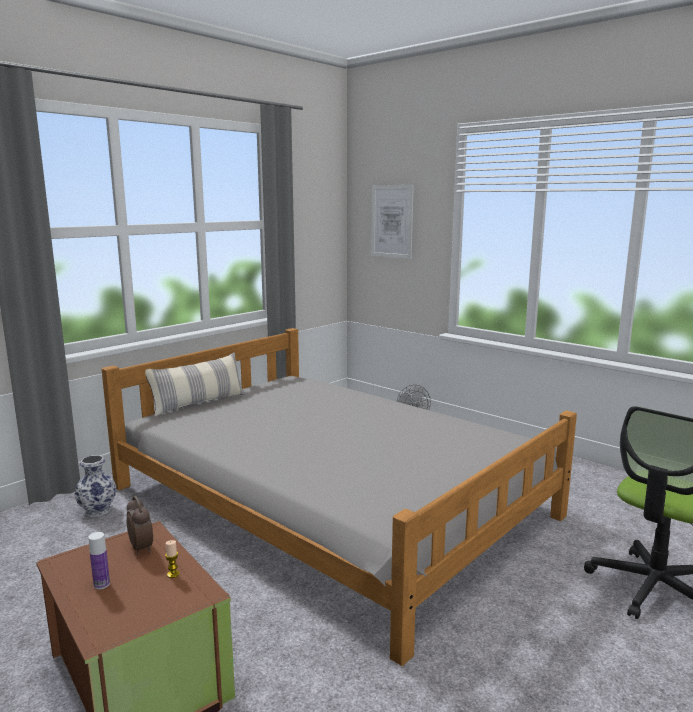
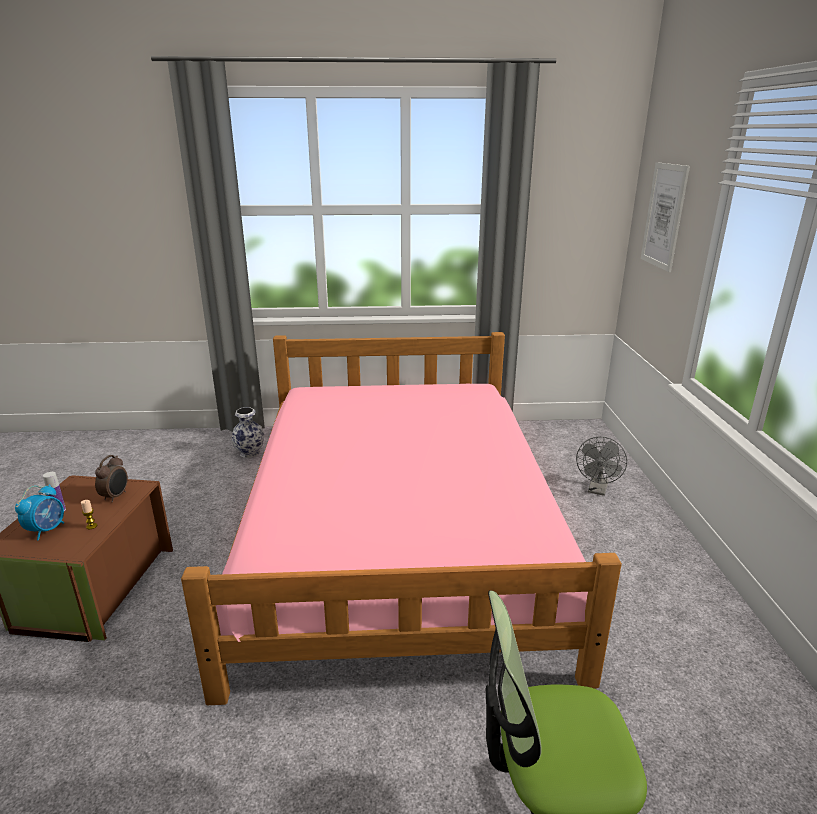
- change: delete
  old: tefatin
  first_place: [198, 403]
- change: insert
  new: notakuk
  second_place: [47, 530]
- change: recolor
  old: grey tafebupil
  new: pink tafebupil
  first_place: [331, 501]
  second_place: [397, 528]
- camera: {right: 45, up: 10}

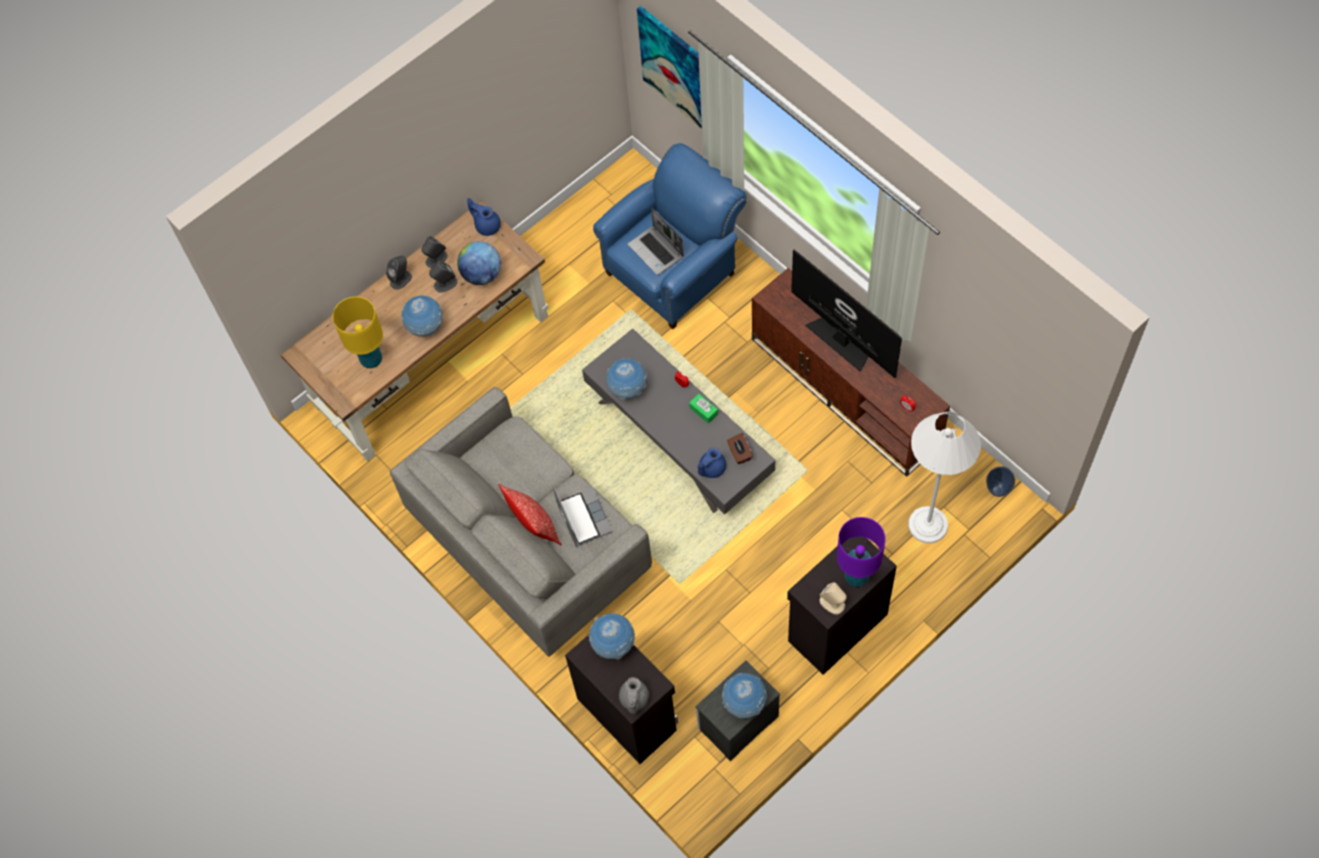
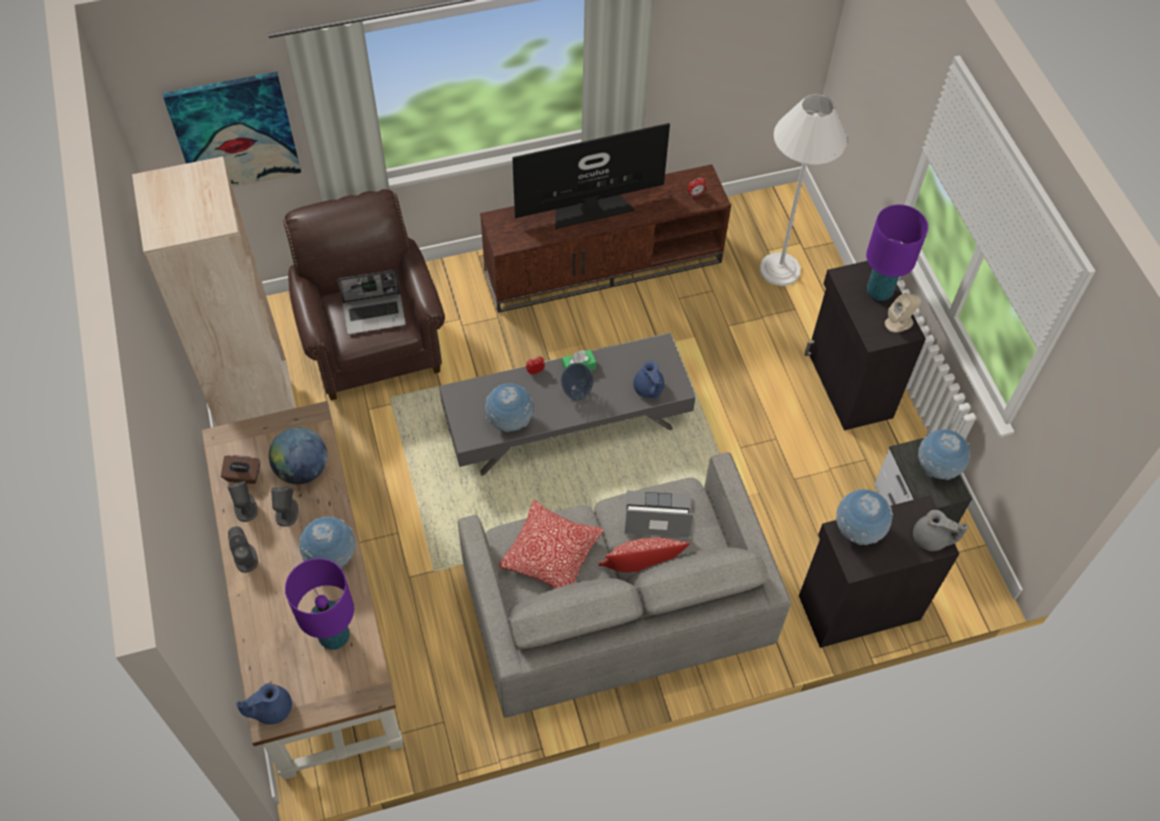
- change: insert
  new: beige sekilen
  second_place: [260, 414]
- change: insert
  new: tefatin
  second_place: [551, 554]
- change: move
  old: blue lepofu
  first_place: [487, 225]
  second_place: [271, 709]
- change: move
  old: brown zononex
  first_place: [739, 453]
  second_place: [243, 476]
- change: move
  old: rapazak
  first_place: [997, 490]
  second_place: [576, 394]
- change: recolor
  old: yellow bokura
  new: purple bokura
  first_place: [371, 359]
  second_place: [334, 636]
- change: recolor
  old: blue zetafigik
  new: brown zetafigik
  first_place: [675, 270]
  second_place: [372, 339]
- camera: {right: -70, up: -5}

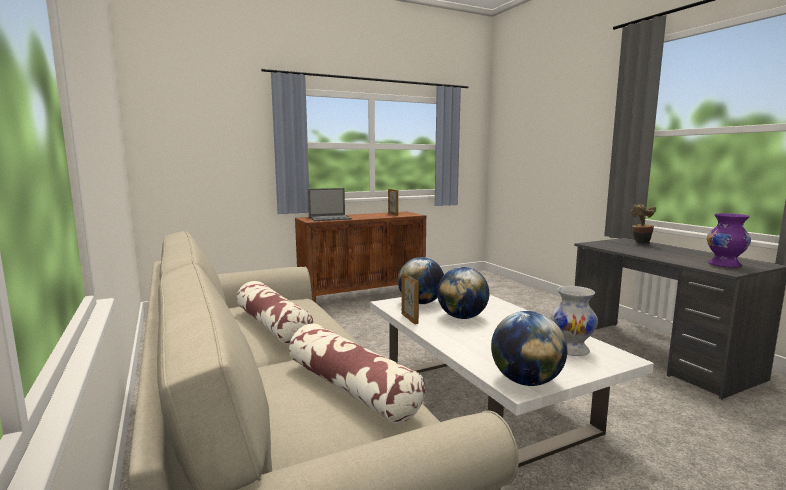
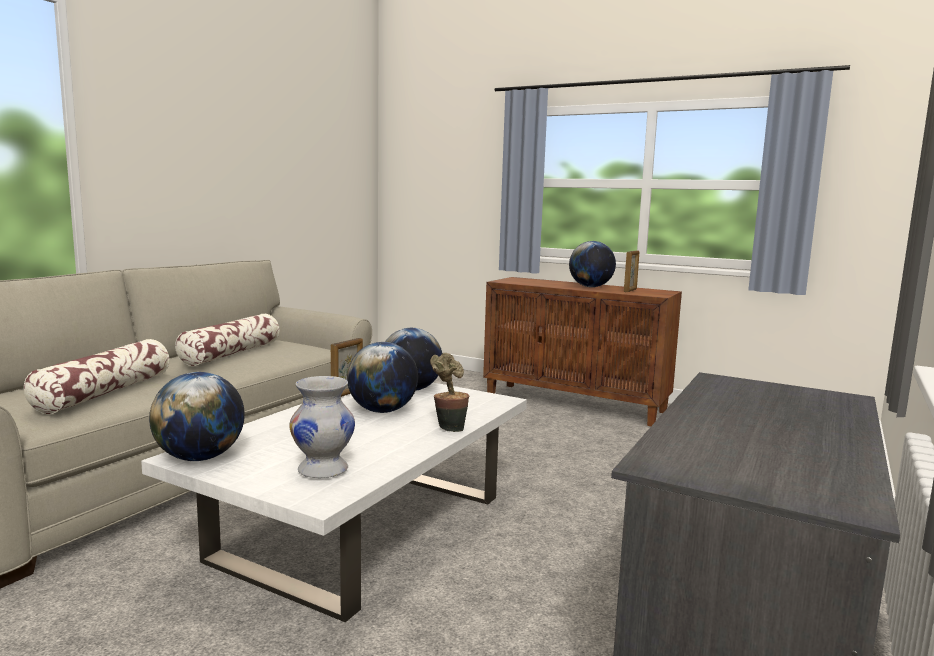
- change: delete
  old: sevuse
  first_place: [330, 218]
- change: delete
  old: purple rapazak
  first_place: [725, 265]
- change: insert
  new: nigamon
  second_place: [591, 287]
- change: move
  old: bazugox
  first_place: [640, 243]
  second_place: [449, 427]
- camera: {right: 55, up: 0}

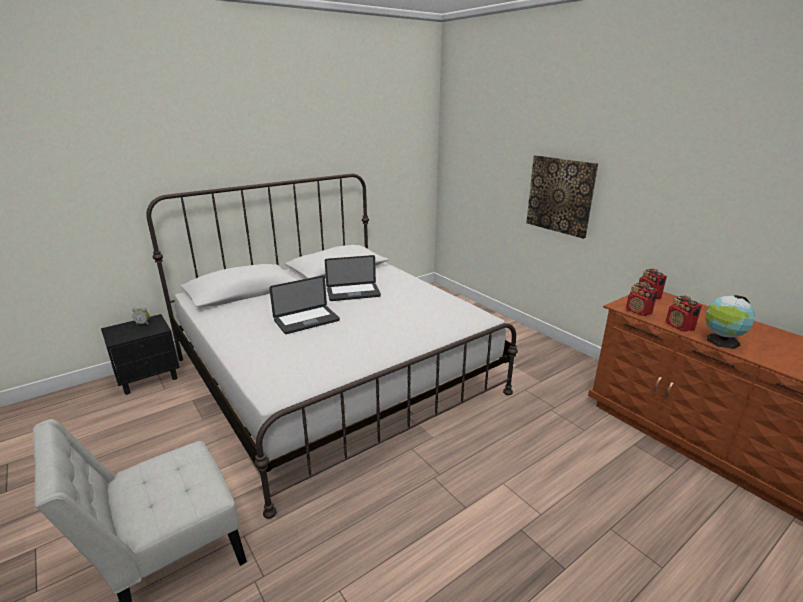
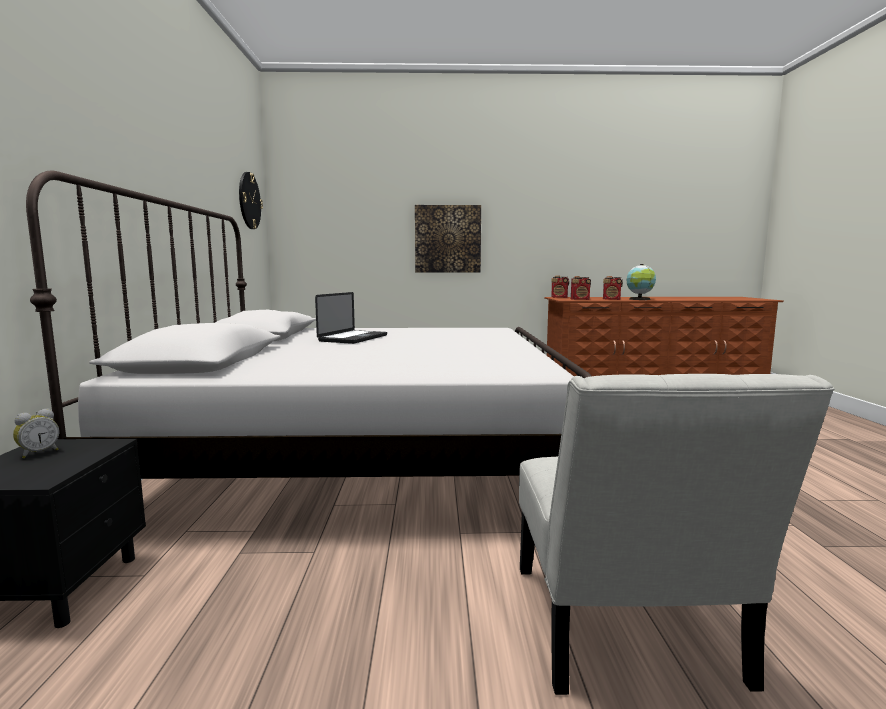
- change: delete
  old: sevuse
  first_place: [306, 321]
- change: insert
  new: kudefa
  second_place: [249, 201]
- camera: {right: -55, up: -15}

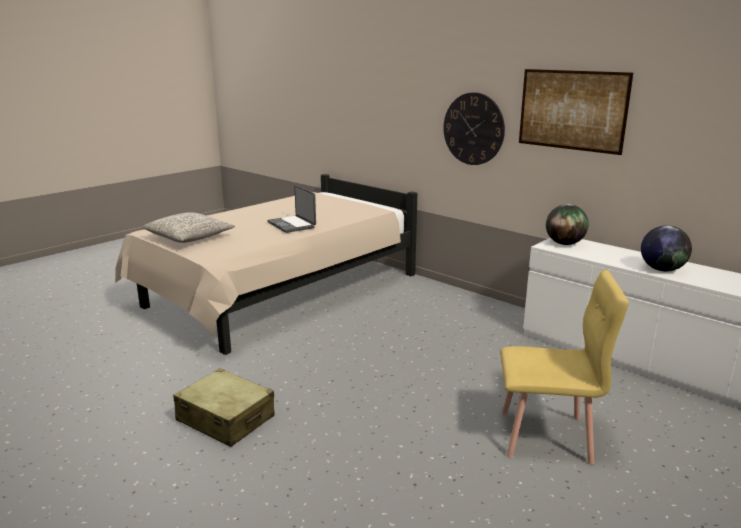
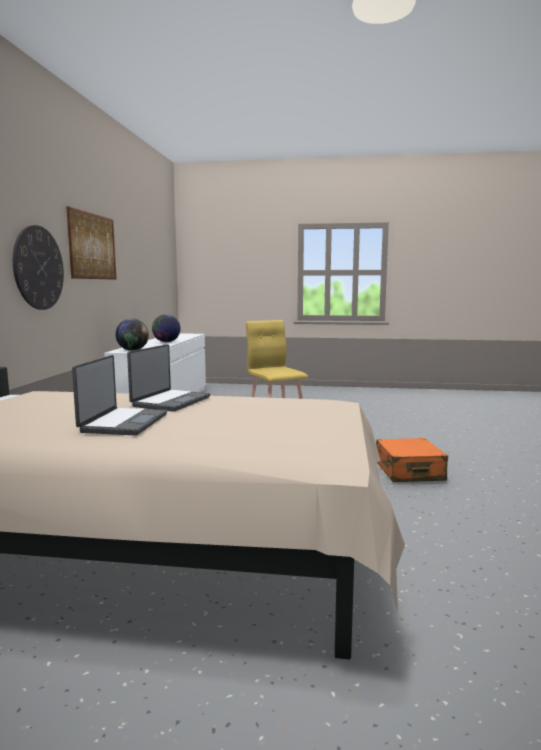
- change: delete
  old: grey tefatin
  first_place: [190, 237]
- change: insert
  new: sevuse
  second_place: [123, 423]
- change: recolor
  old: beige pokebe
  new: orange pokebe
  first_place: [226, 419]
  second_place: [409, 472]
- camera: {right: -125, up: -10}

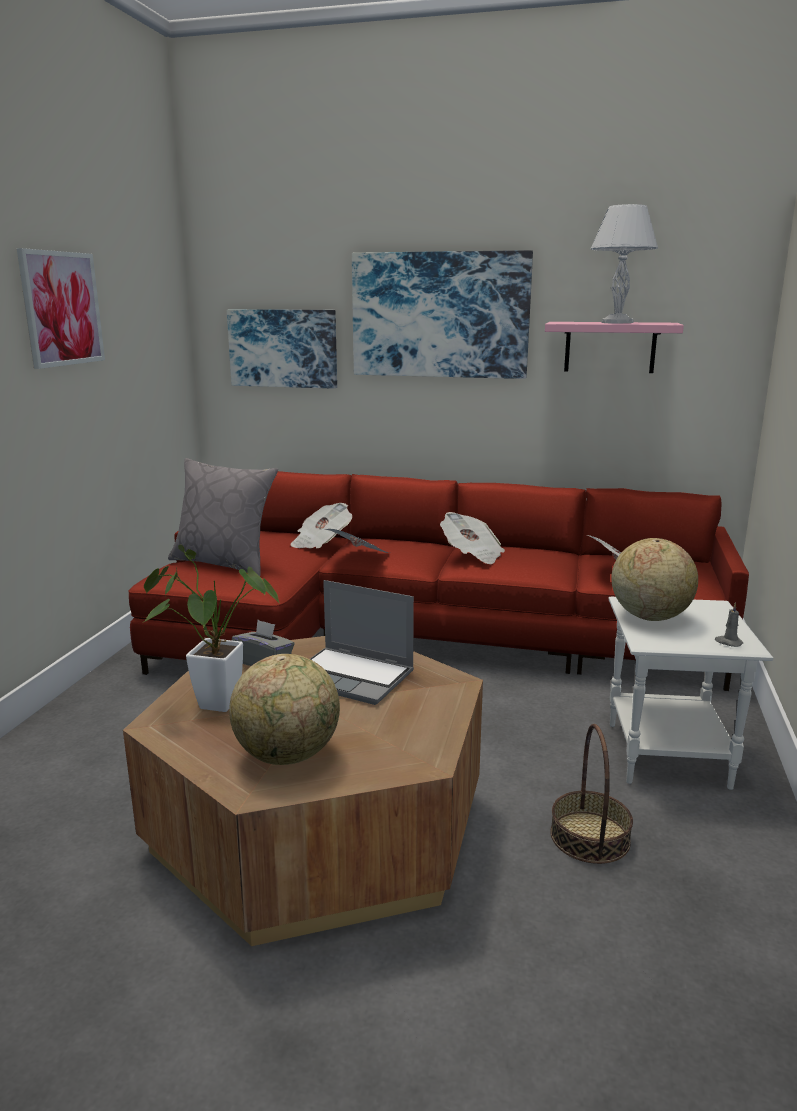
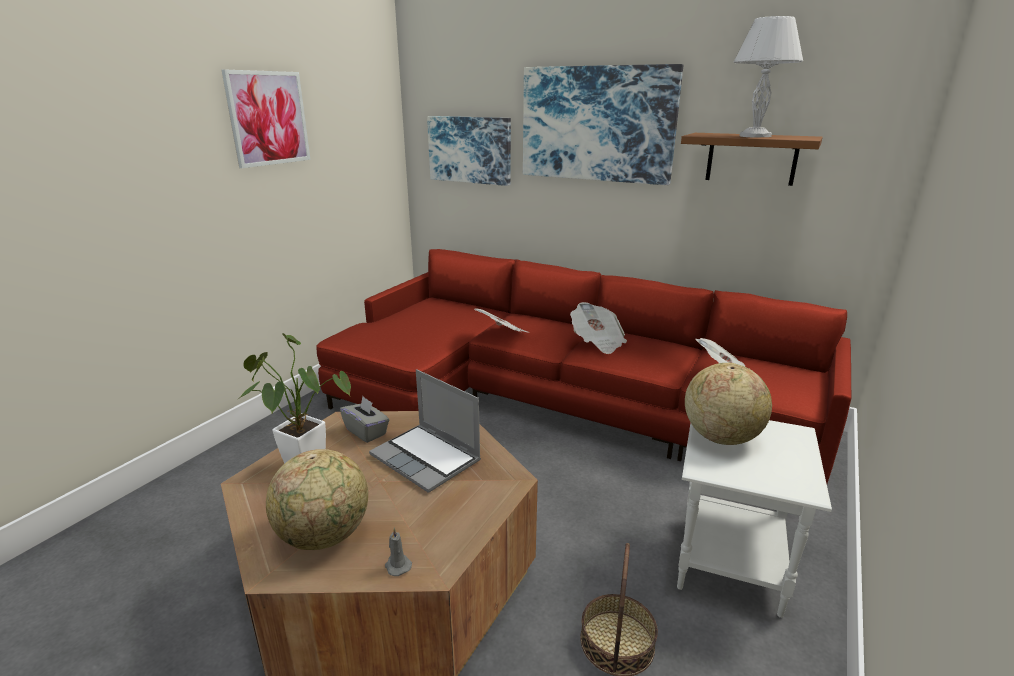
- change: delete
  old: grey tefatin
  first_place: [224, 562]
- change: delete
  old: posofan
  first_place: [321, 542]
- change: move
  old: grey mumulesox
  first_place: [728, 642]
  second_place: [397, 565]
- change: recolor
  old: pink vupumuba
  new: brown vupumuba
  first_place: [610, 347]
  second_place: [751, 158]
- camera: {right: 15, up: 5}

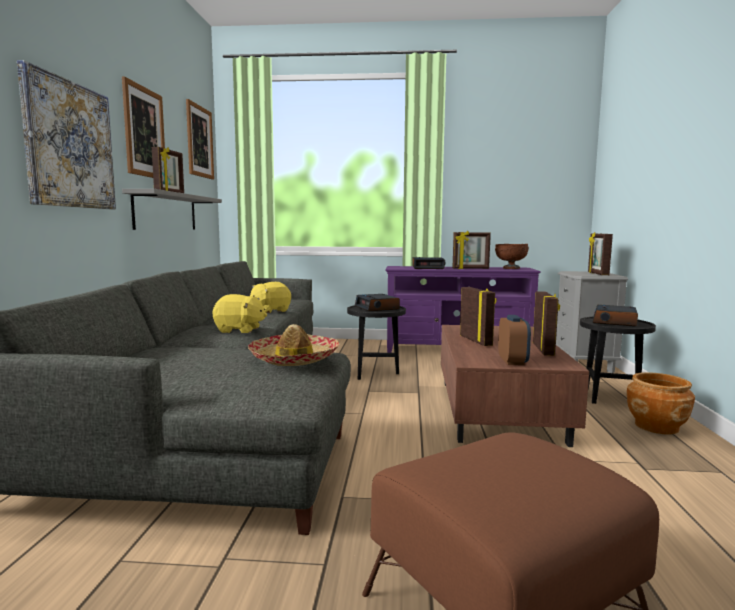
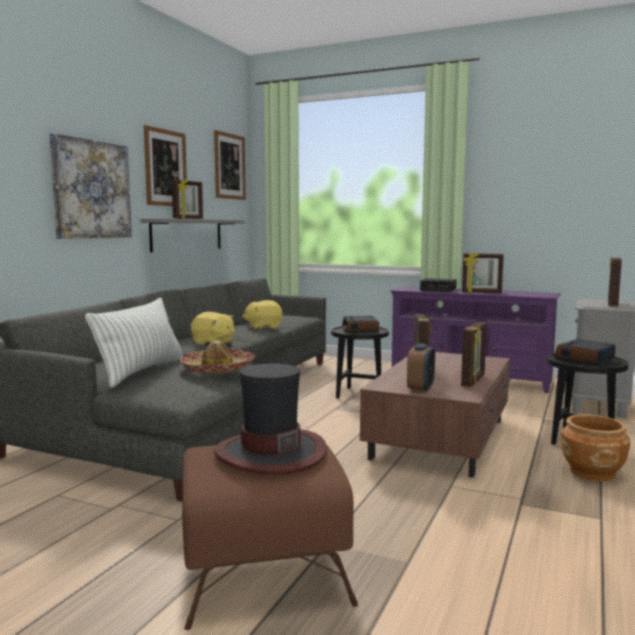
- change: delete
  old: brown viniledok
  first_place: [510, 268]
- change: insert
  new: tefatin
  second_place: [141, 371]
- change: insert
  new: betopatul
  second_place: [270, 452]
- camera: {right: 20, up: 0}

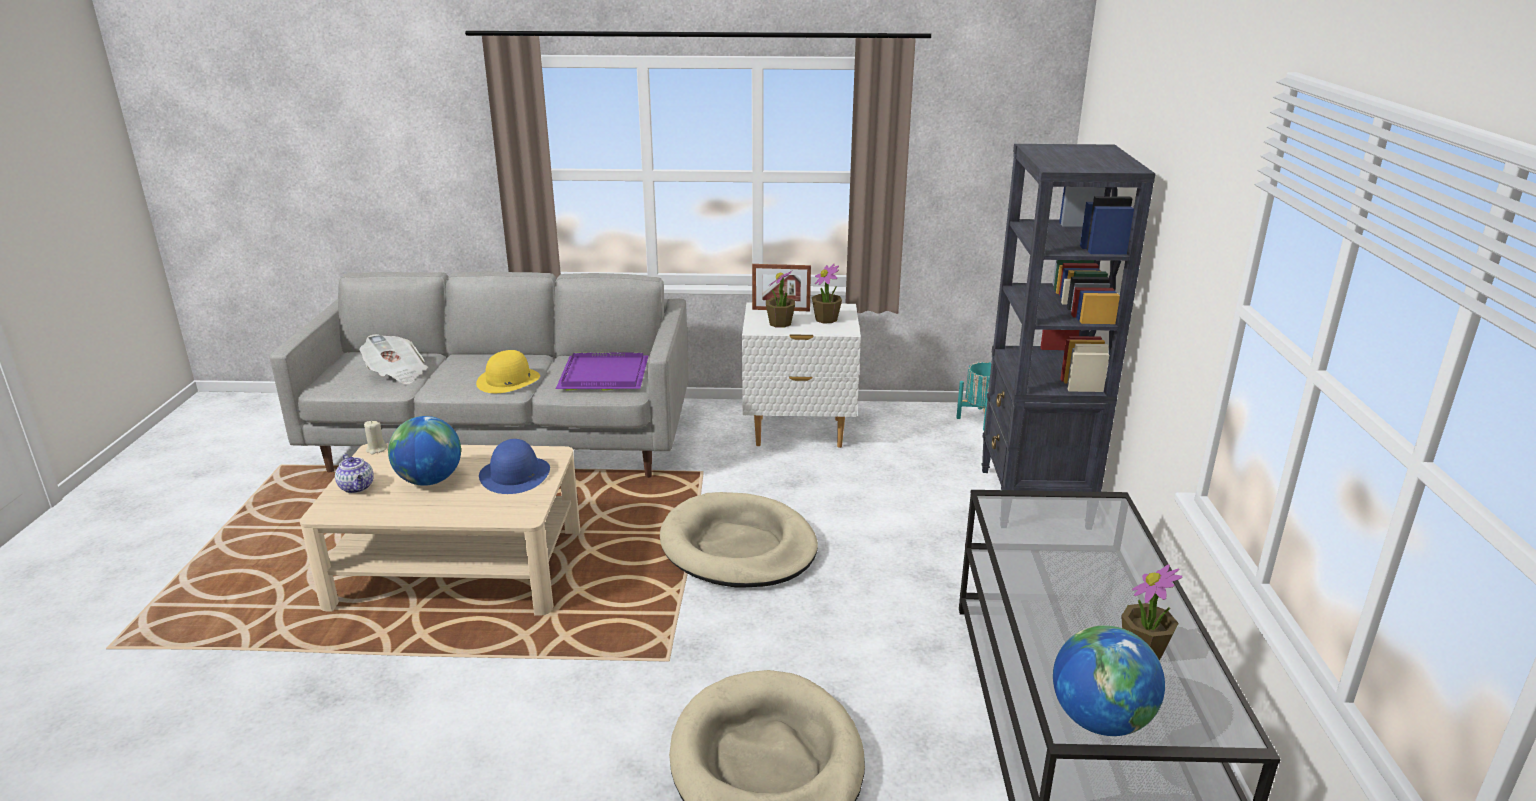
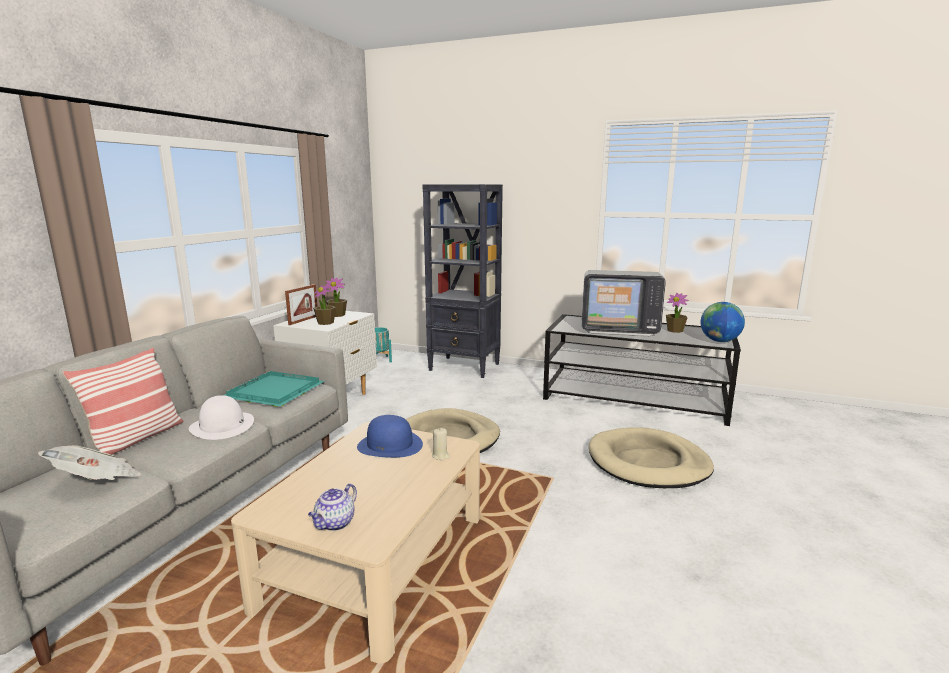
- change: delete
  old: nigamon
  first_place: [429, 481]
- change: insert
  new: tefatin
  second_place: [136, 438]
- change: insert
  new: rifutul
  second_place: [618, 329]
- change: move
  old: beige mumulesox
  first_place: [376, 449]
  second_place: [440, 456]
- change: recolor
  old: yellow betopatul
  new: white betopatul
  first_place: [508, 380]
  second_place: [222, 426]
- change: recolor
  old: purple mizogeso
  new: turquoise mizogeso
  first_place: [602, 375]
  second_place: [275, 392]
- change: rotate
  old: lepofu
  first_place: [357, 487]
  second_place: [335, 524]
  degrees: 135
- camera: {right: -70, up: -10}

